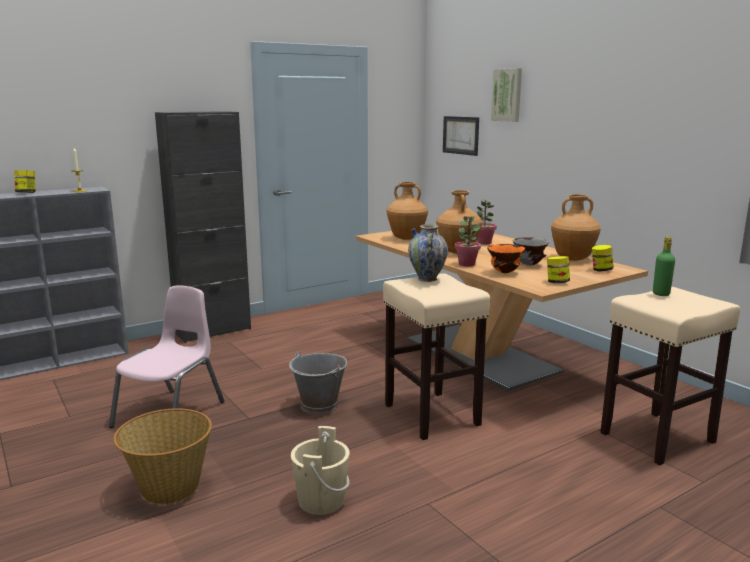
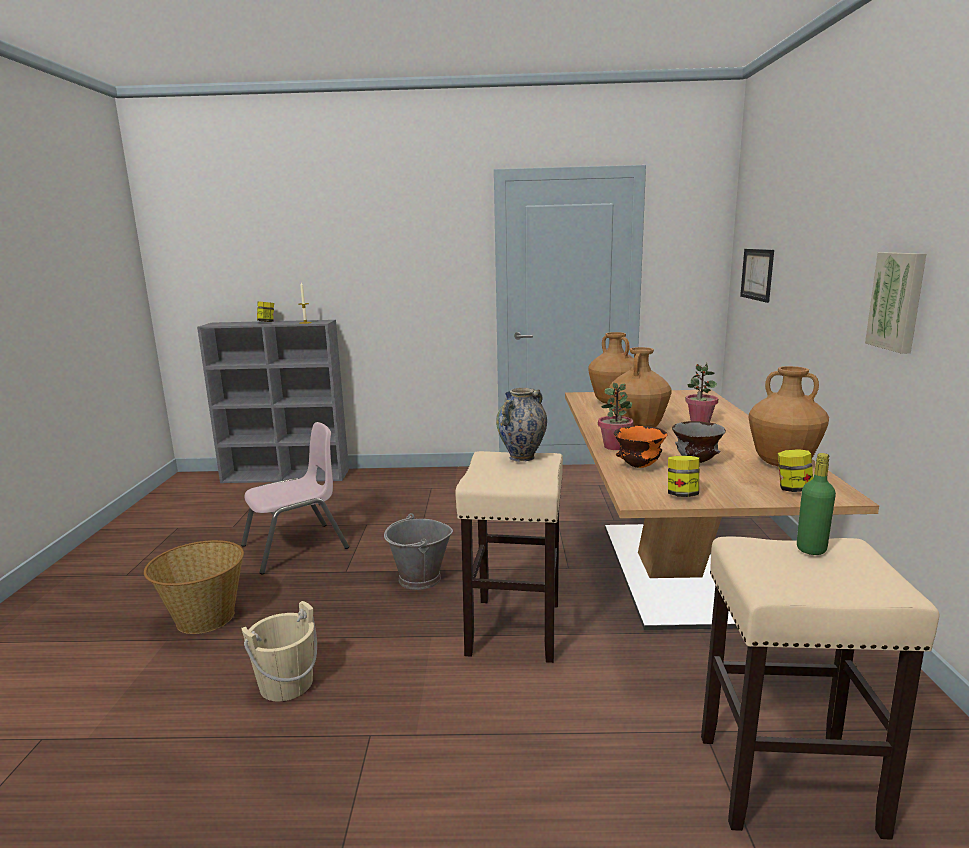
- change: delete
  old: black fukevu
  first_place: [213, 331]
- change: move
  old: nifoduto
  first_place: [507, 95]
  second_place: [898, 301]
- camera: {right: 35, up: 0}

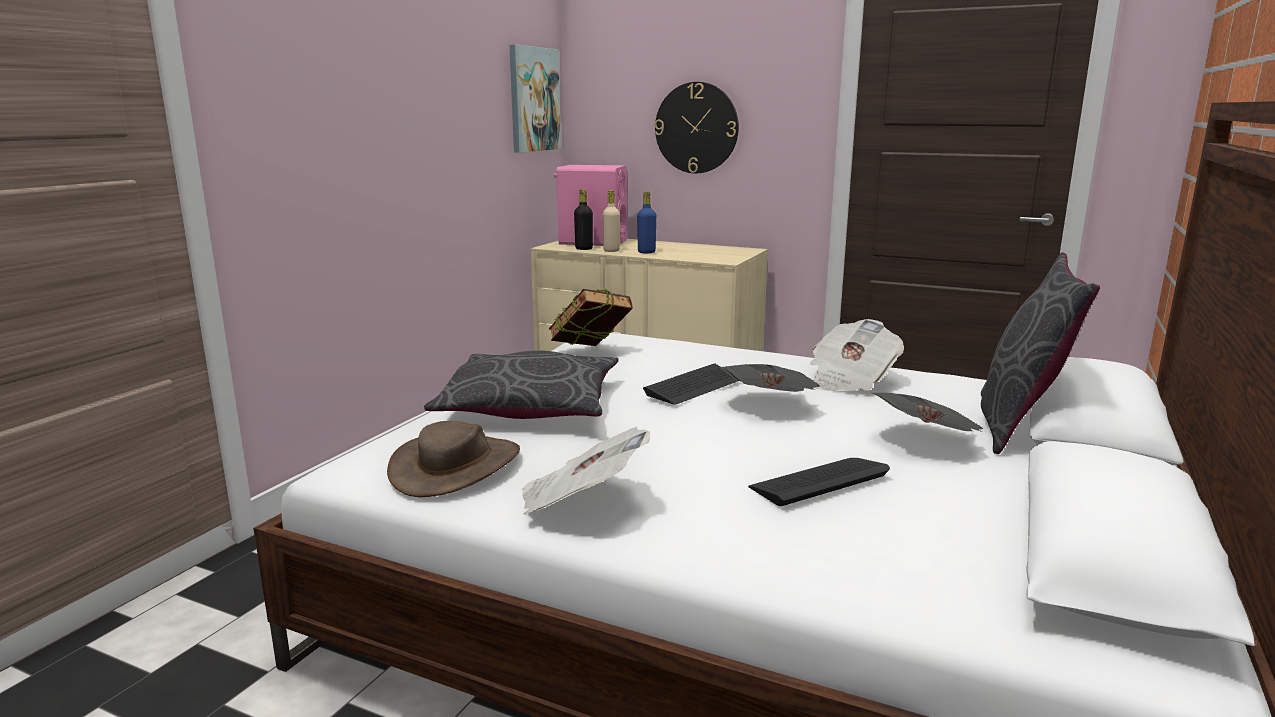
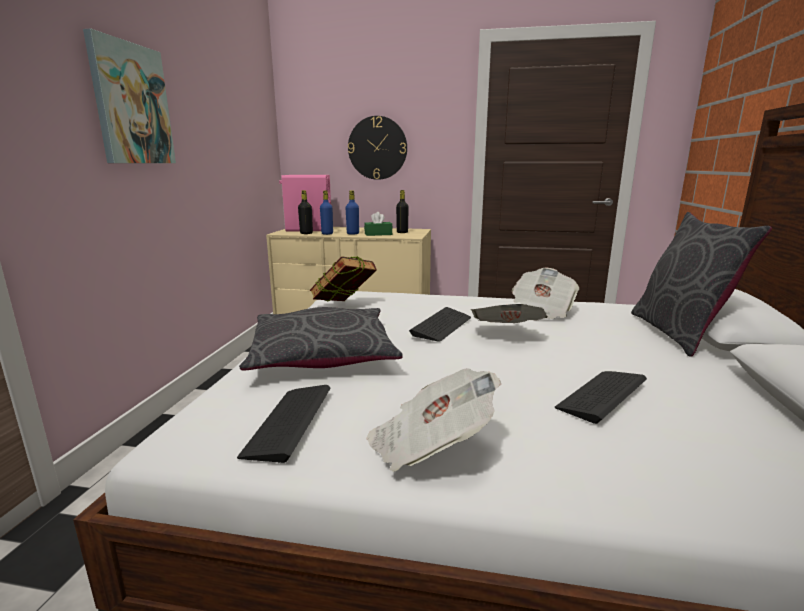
- change: delete
  old: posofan
  first_place: [927, 441]
- change: insert
  new: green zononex
  second_place: [378, 234]
- change: insert
  new: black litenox
  second_place: [402, 232]
- change: move
  old: nifoduto
  first_place: [533, 99]
  second_place: [131, 104]
- change: replace
  old: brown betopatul
  new: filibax
  first_place: [456, 466]
  second_place: [289, 422]
- change: recolor
  old: beige litenox
  new: blue litenox
  first_place: [611, 250]
  second_place: [327, 233]
- camera: {right: -15, up: 0}

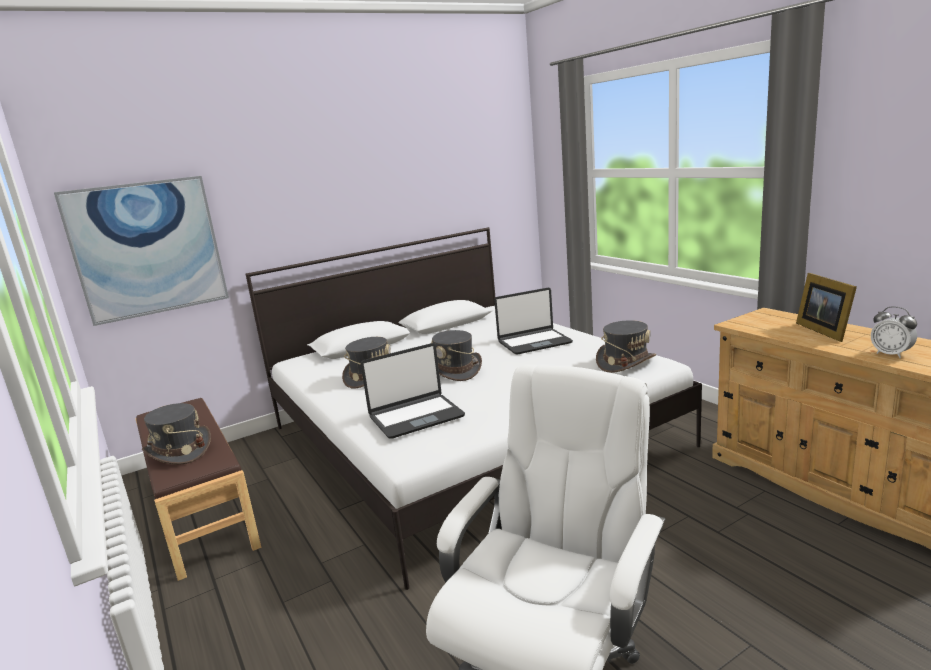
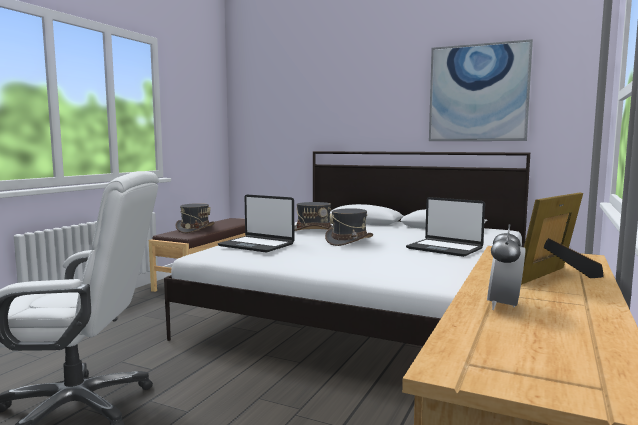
- change: delete
  old: grey betopatul
  first_place: [625, 362]
- change: move
  old: nifoduto
  first_place: [147, 249]
  second_place: [478, 93]
- camera: {right: 55, up: -10}

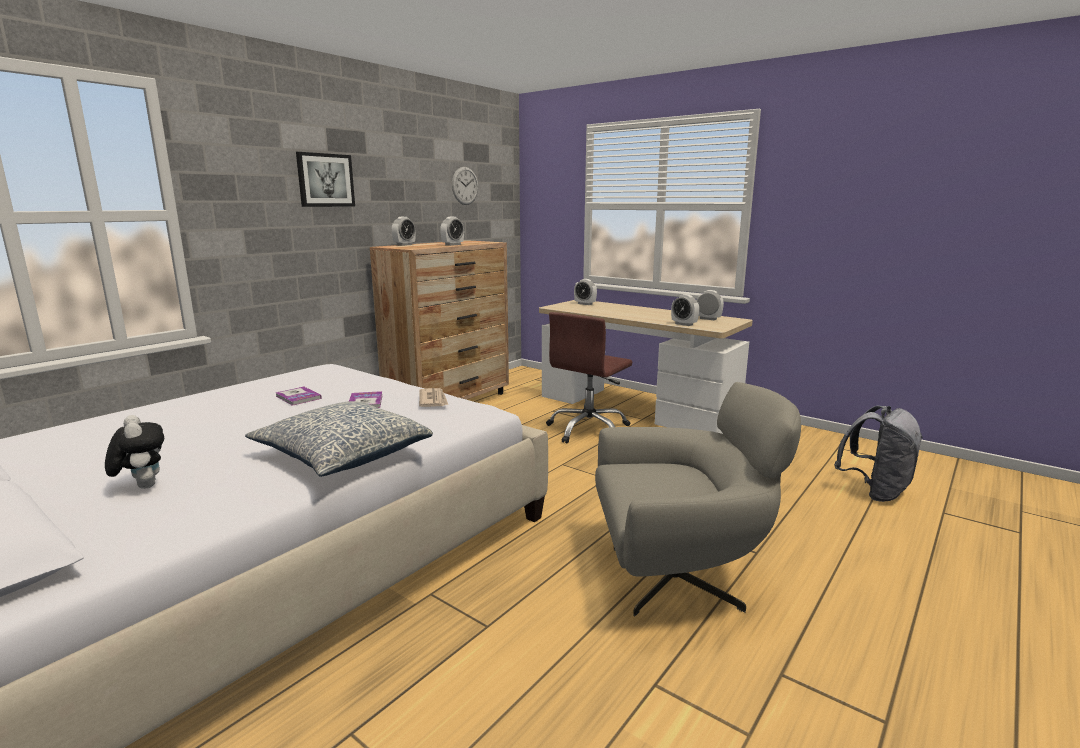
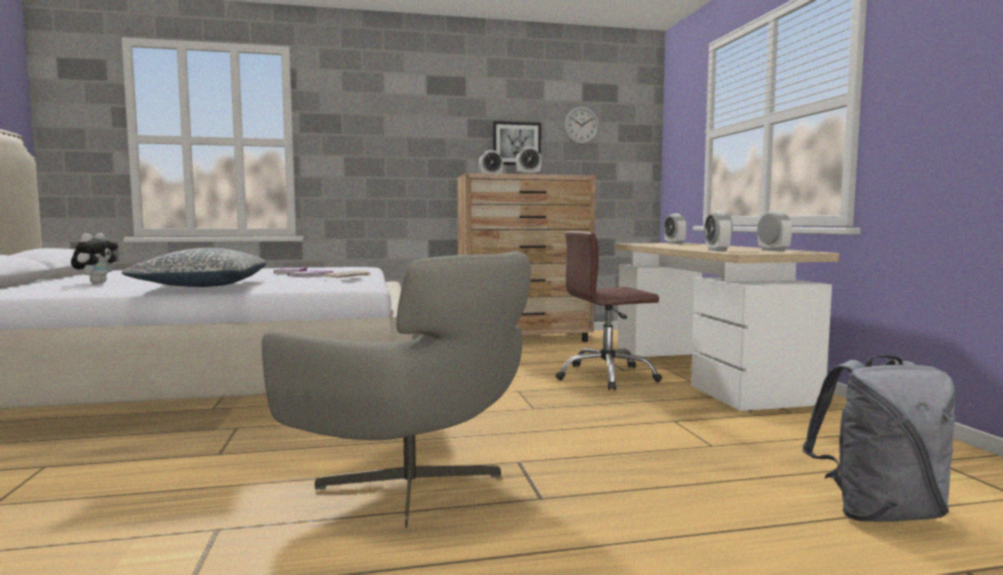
- change: move
  old: nifoduto
  first_place: [325, 180]
  second_place: [516, 144]
- camera: {right: 40, up: -10}

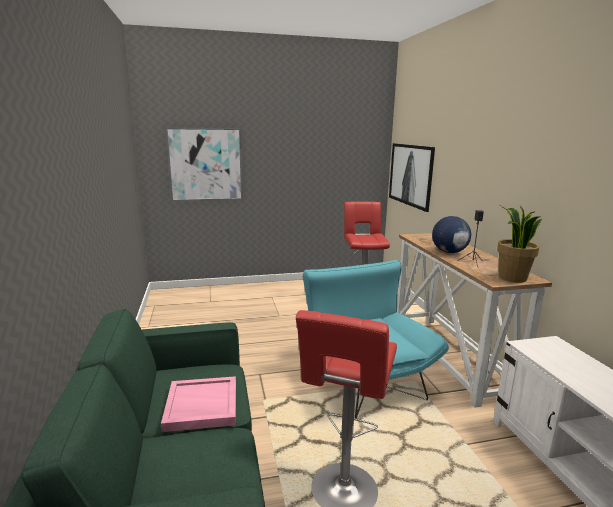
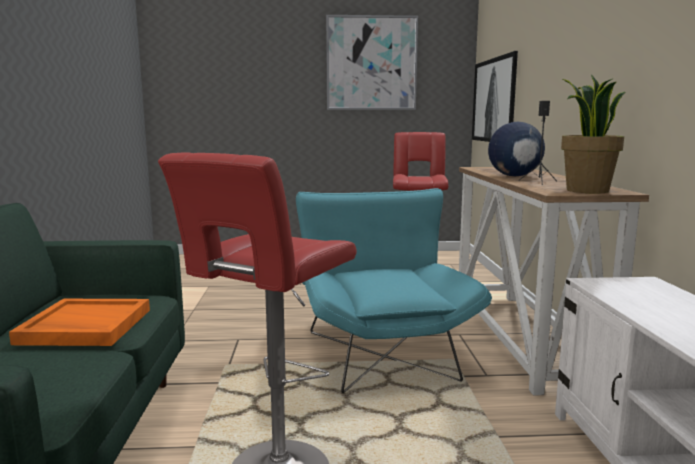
- change: move
  old: nifoduto
  first_place: [205, 164]
  second_place: [371, 63]
- change: recolor
  old: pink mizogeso
  new: orange mizogeso
  first_place: [201, 406]
  second_place: [84, 326]
- camera: {right: 10, up: -5}

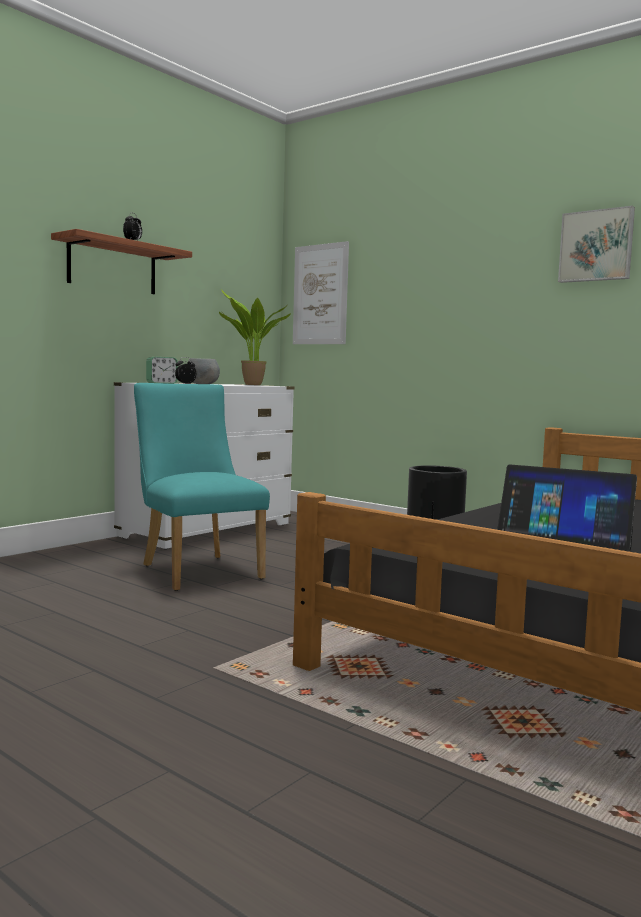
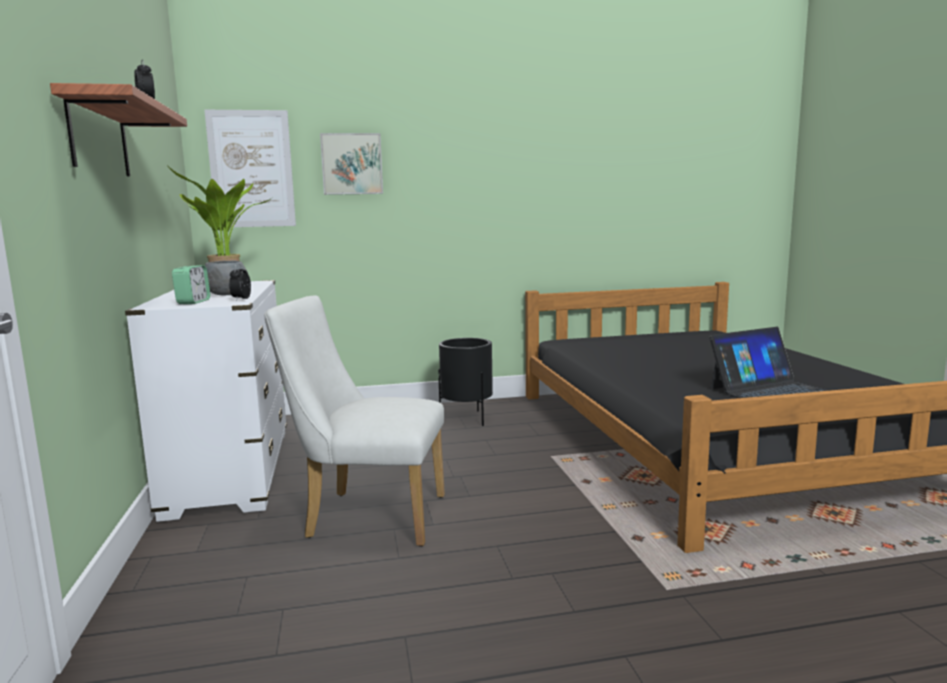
- change: move
  old: nifoduto
  first_place: [596, 246]
  second_place: [352, 164]
- change: recolor
  old: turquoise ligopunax
  new: white ligopunax
  first_place: [197, 570]
  second_place: [366, 516]
- camera: {right: -50, up: 5}

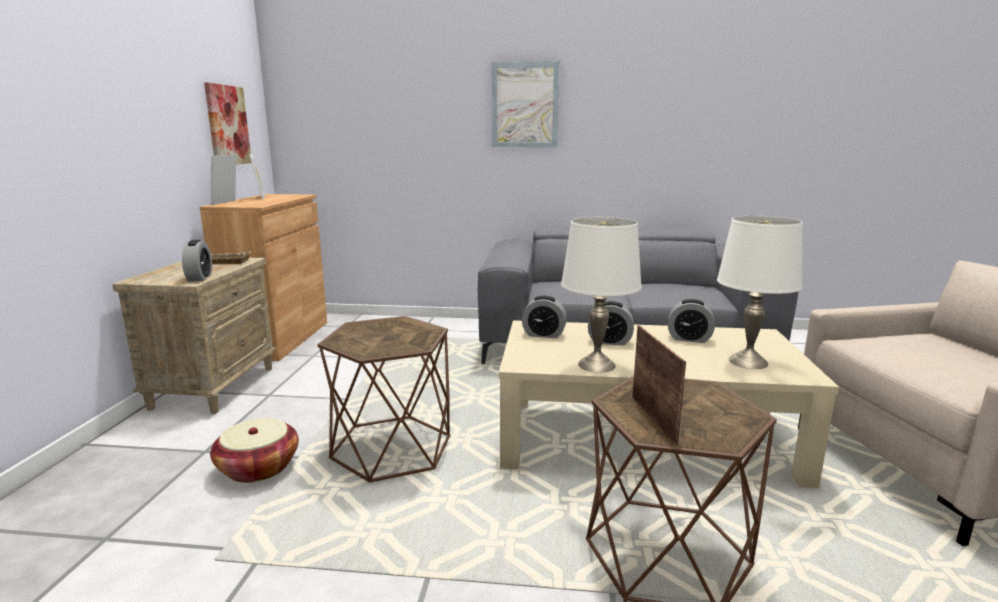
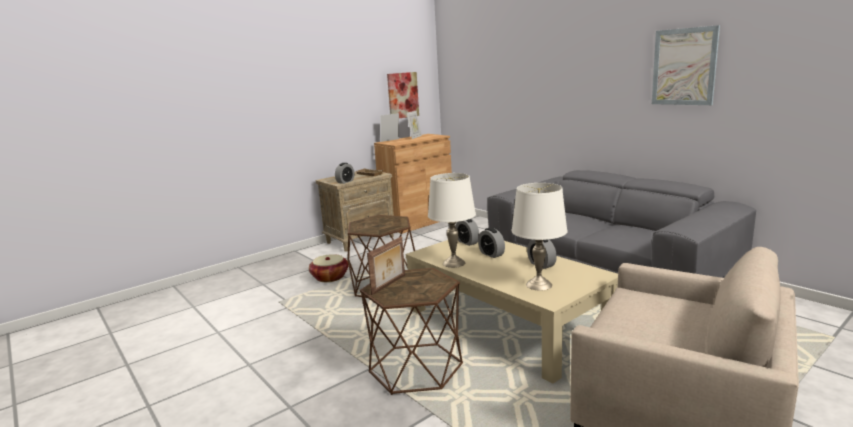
- change: move
  old: nifoduto
  first_place: [525, 105]
  second_place: [684, 67]
- camera: {right: 45, up: 0}

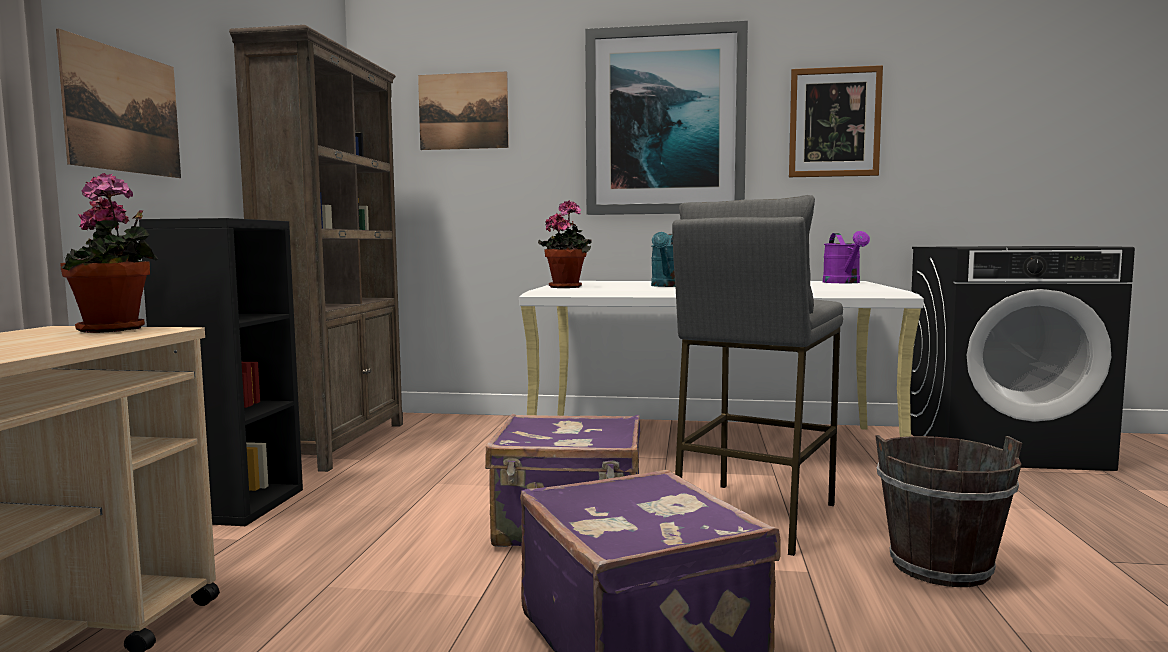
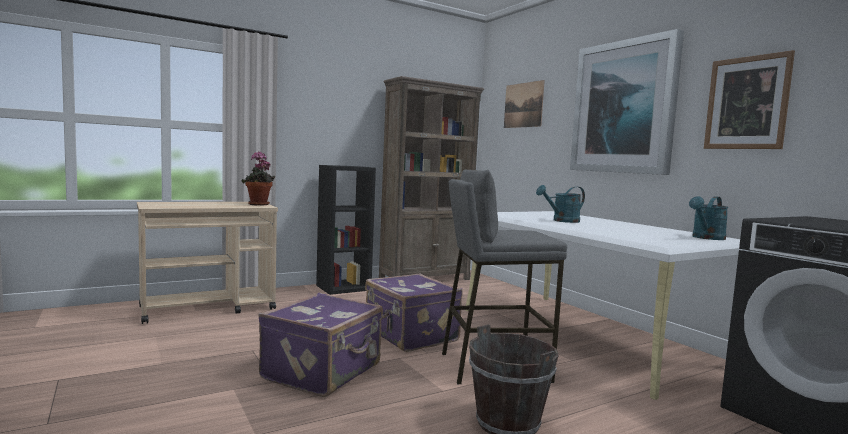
- change: delete
  old: nifoduto
  first_place: [123, 111]
- change: delete
  old: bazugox
  first_place: [567, 287]
- change: recolor
  old: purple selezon
  new: turquoise selezon
  first_place: [844, 282]
  second_place: [706, 238]
- camera: {right: 50, up: 0}

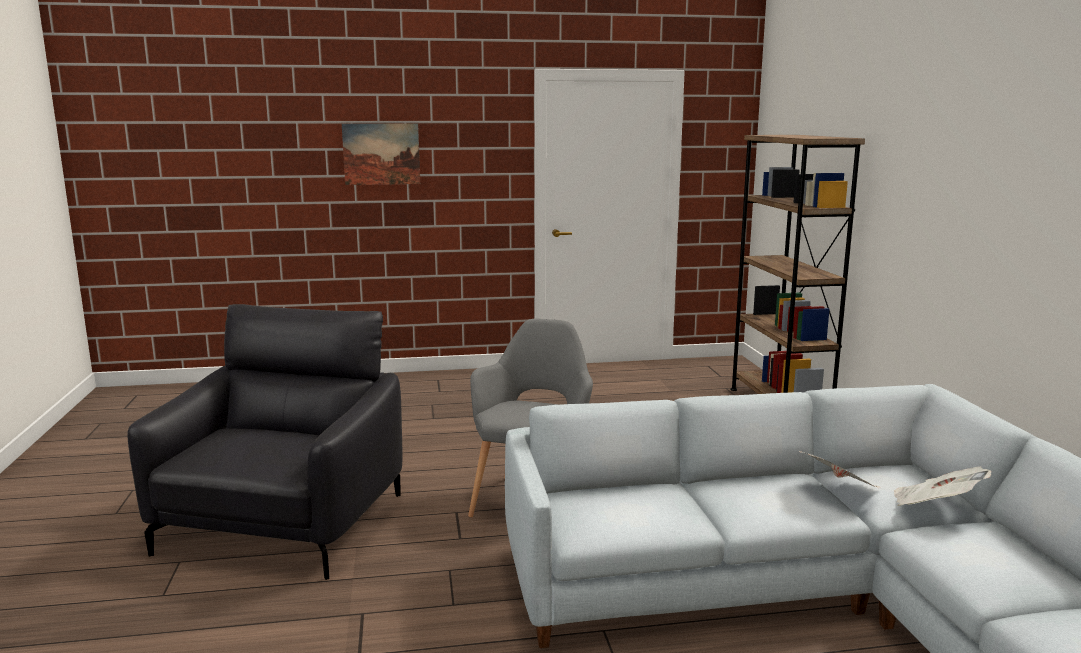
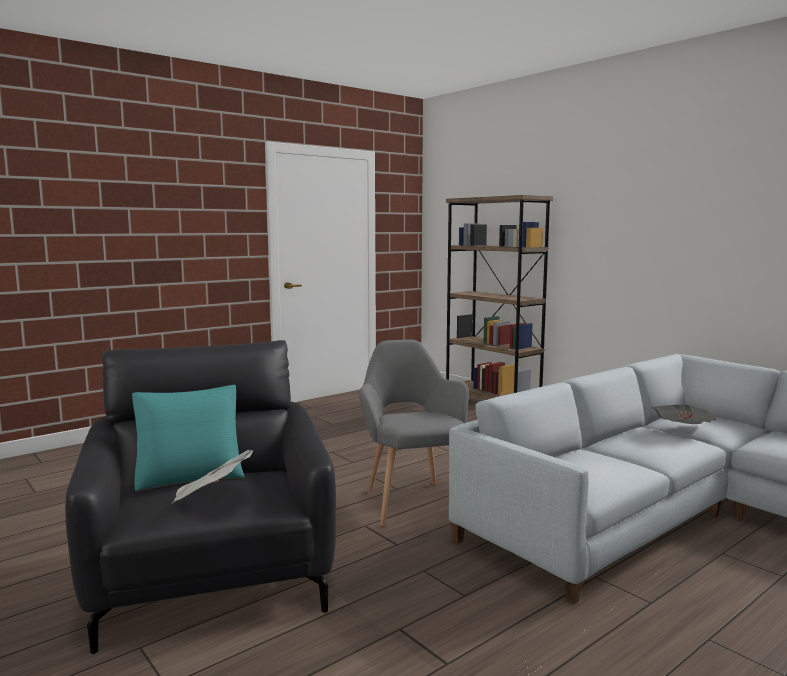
- change: delete
  old: nifoduto
  first_place: [381, 154]
- change: insert
  new: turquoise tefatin
  second_place: [190, 474]
- change: move
  old: posofan
  first_place: [934, 507]
  second_place: [211, 497]
- camera: {right: -30, up: -5}

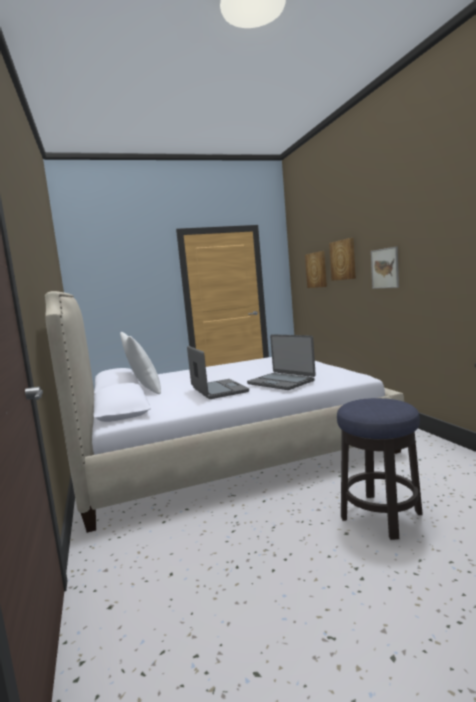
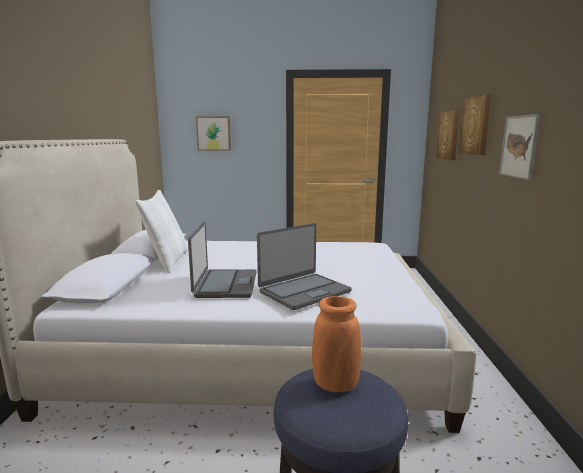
- change: insert
  new: nifoduto
  second_place: [214, 133]
- change: insert
  new: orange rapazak
  second_place: [335, 384]
- change: rotate
  old: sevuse
  first_place: [281, 382]
  second_place: [304, 291]
  degrees: -105
- camera: {right: 20, up: 5}

